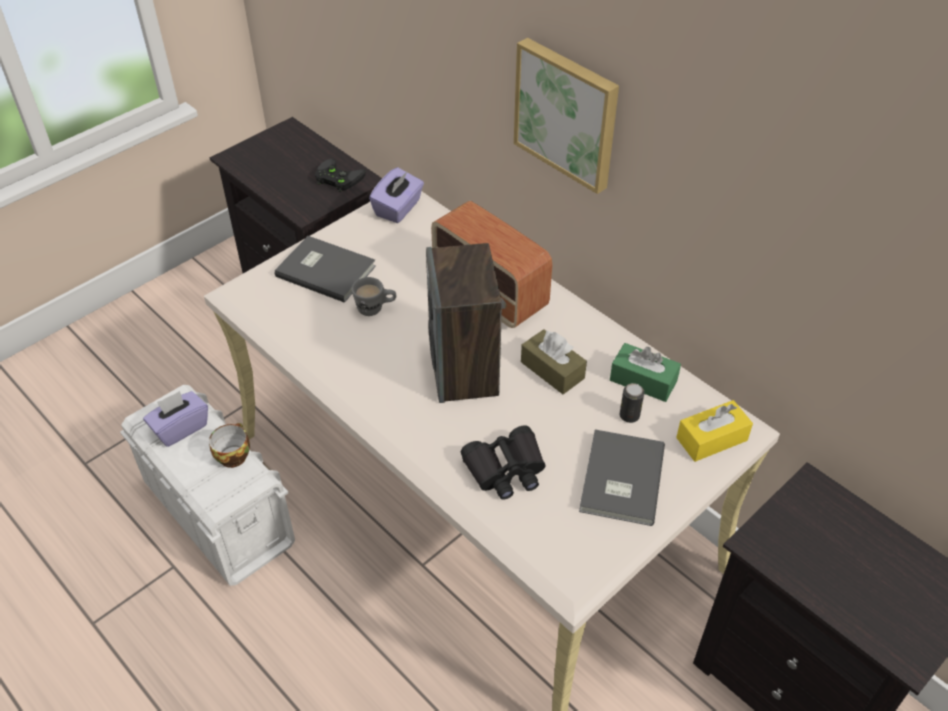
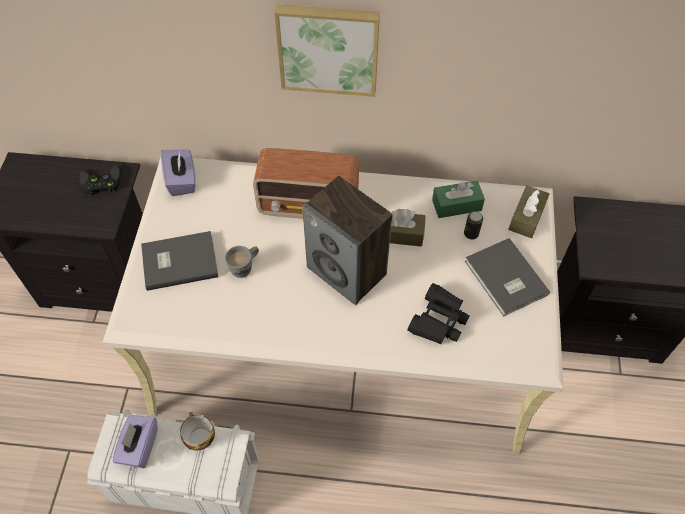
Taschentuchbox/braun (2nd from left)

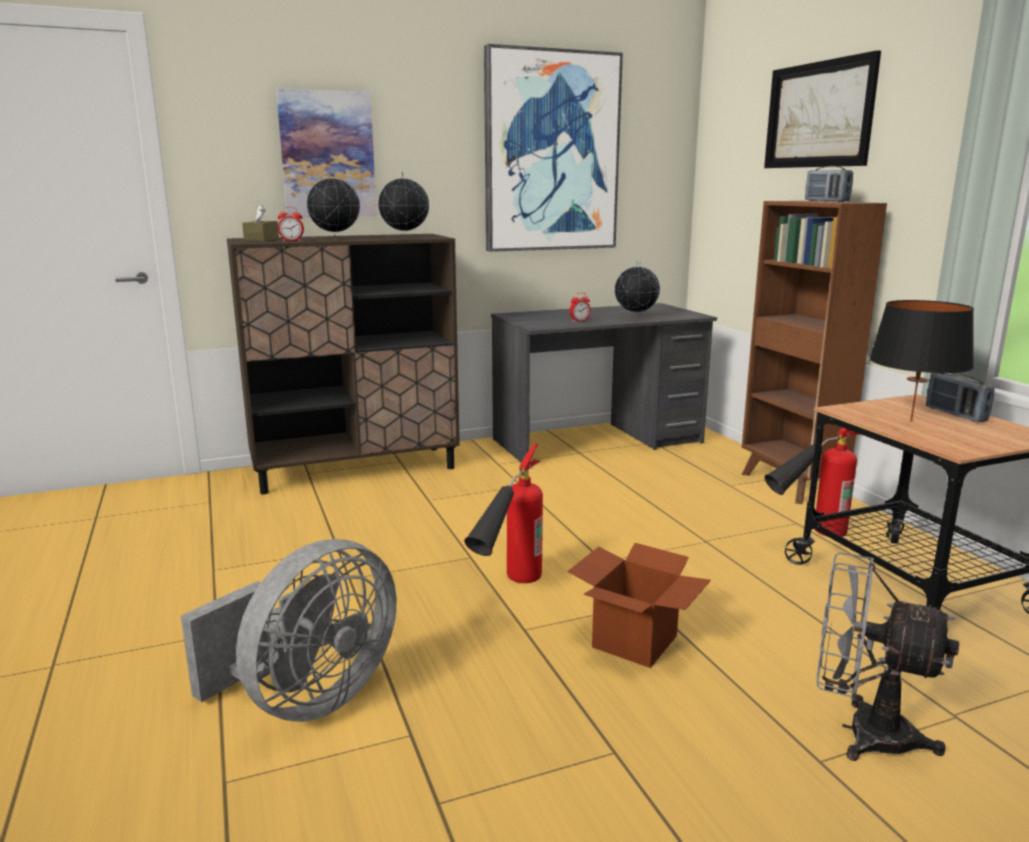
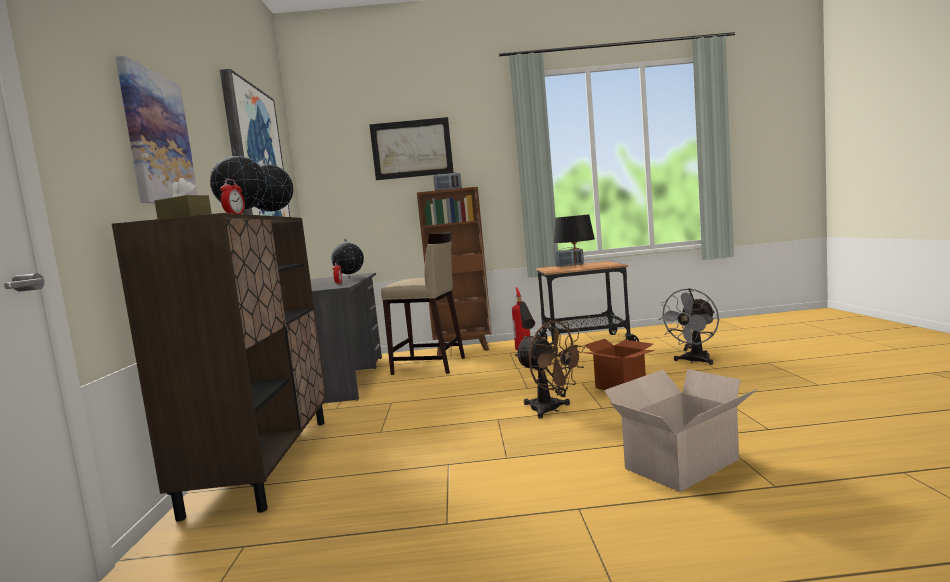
Hocker/beige
Ventilator/braun
Karton (2nd from left)

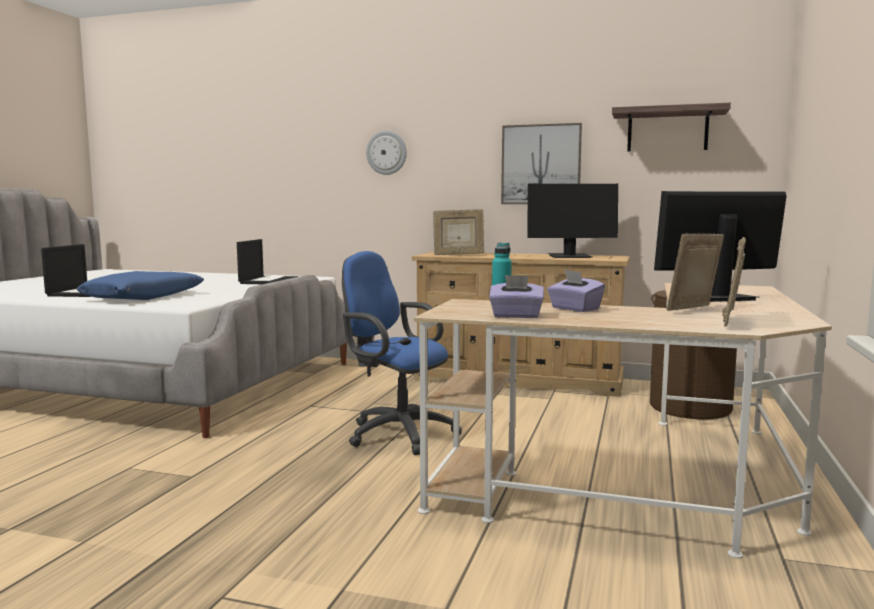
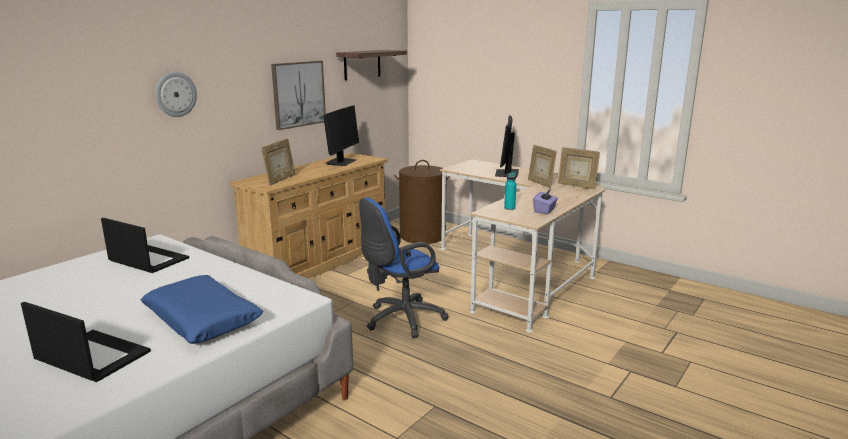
Taschentuchbox/lila (2nd from left in the first image)

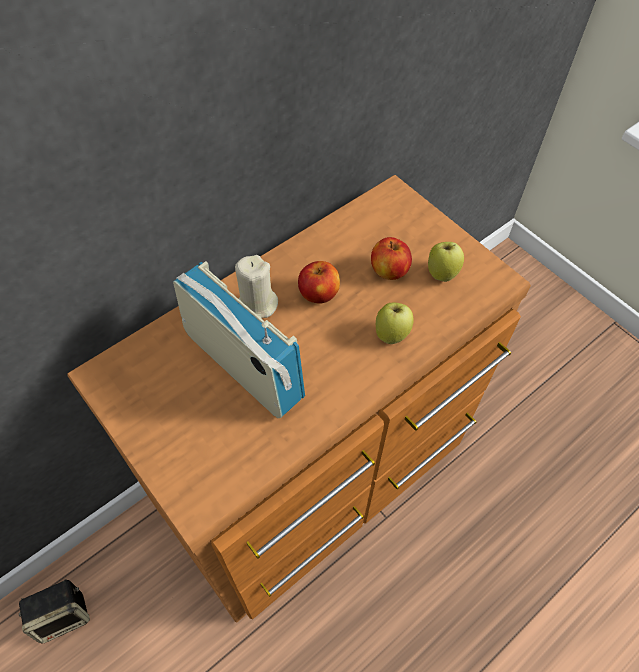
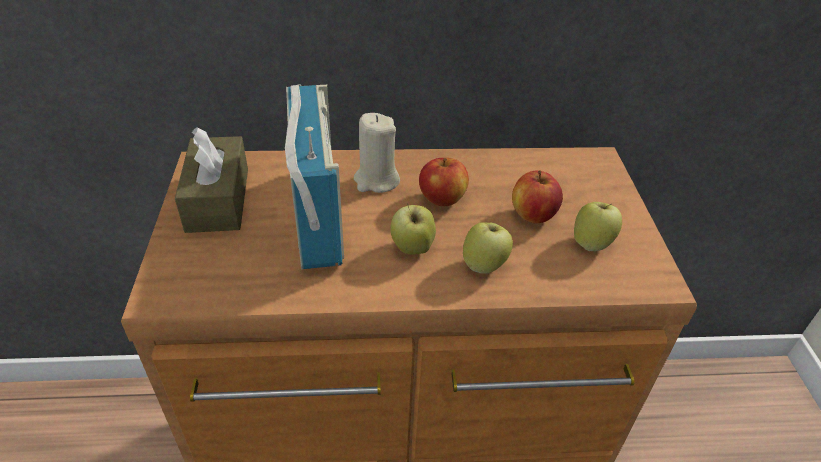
Taschentuchbox/braun
Apfel (1st from left)
Lautsprecher

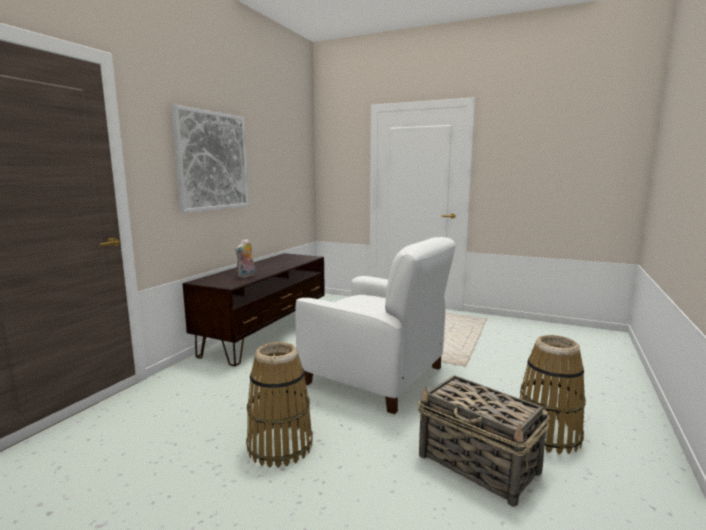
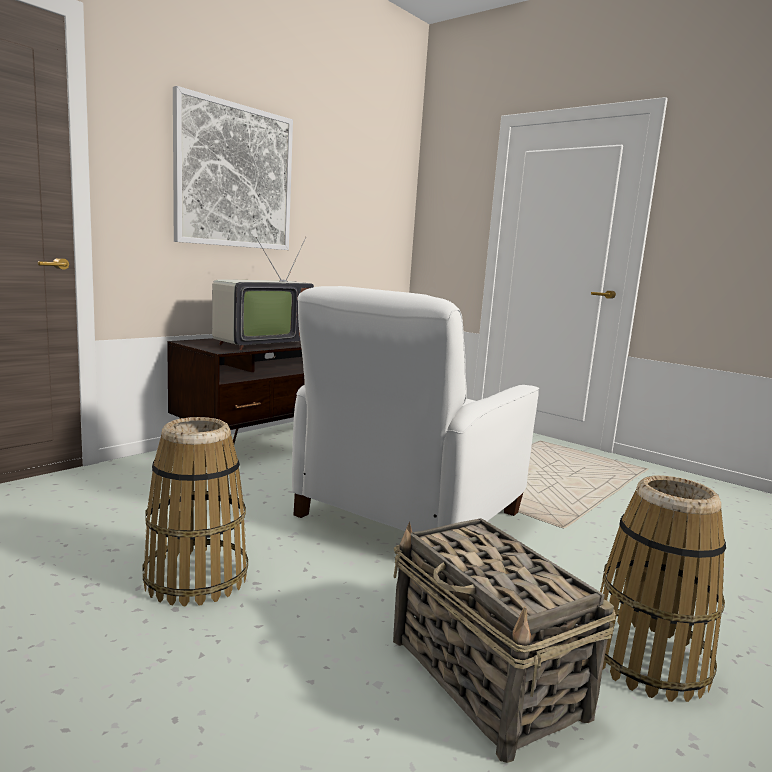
Fernseher
Sessel/weiß

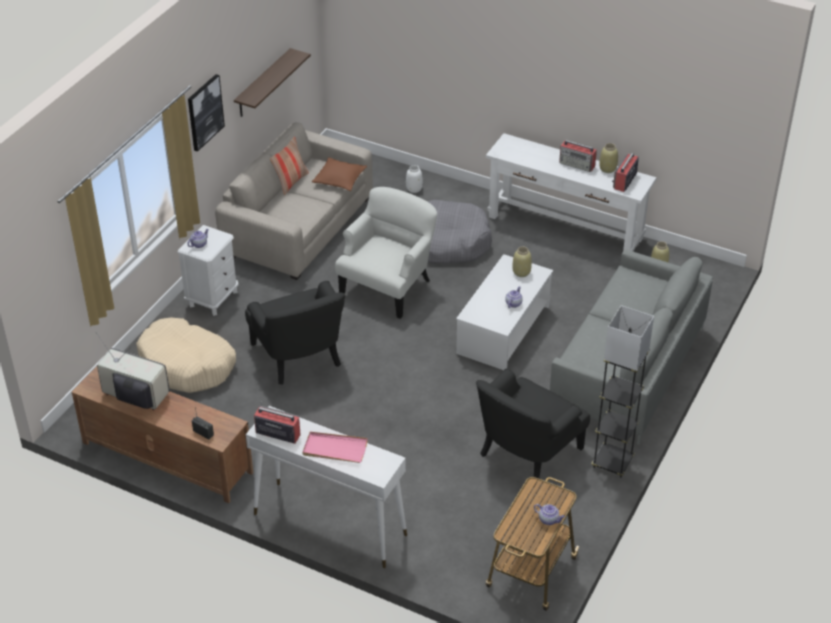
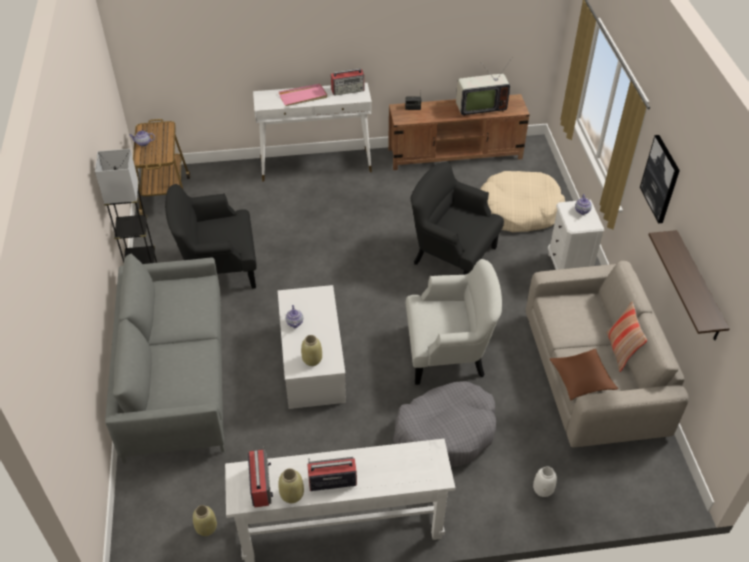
Sessel/schwarz (1st from left)
Sessel/weiß

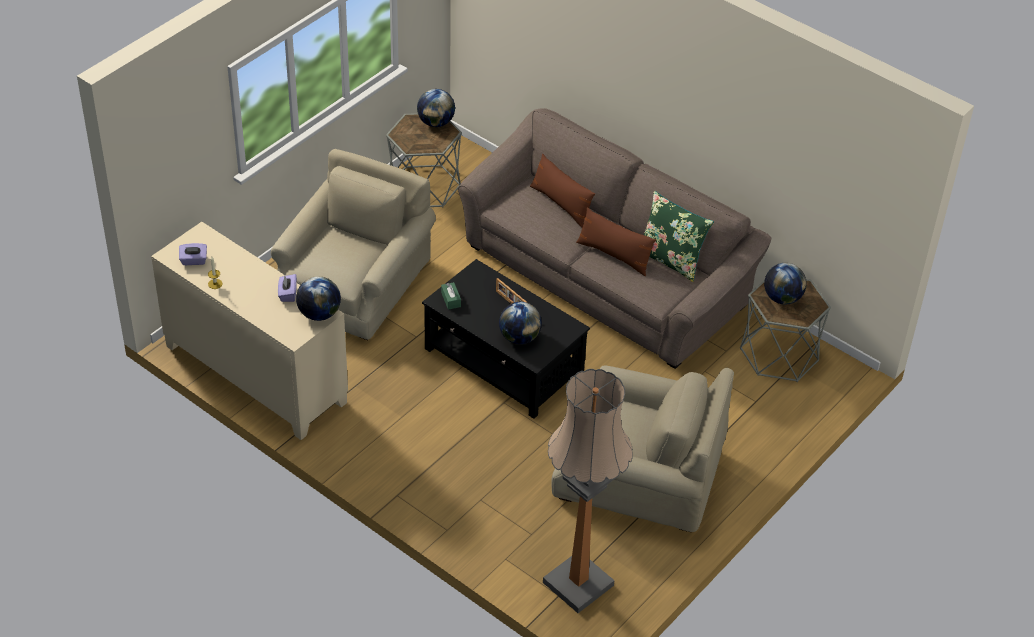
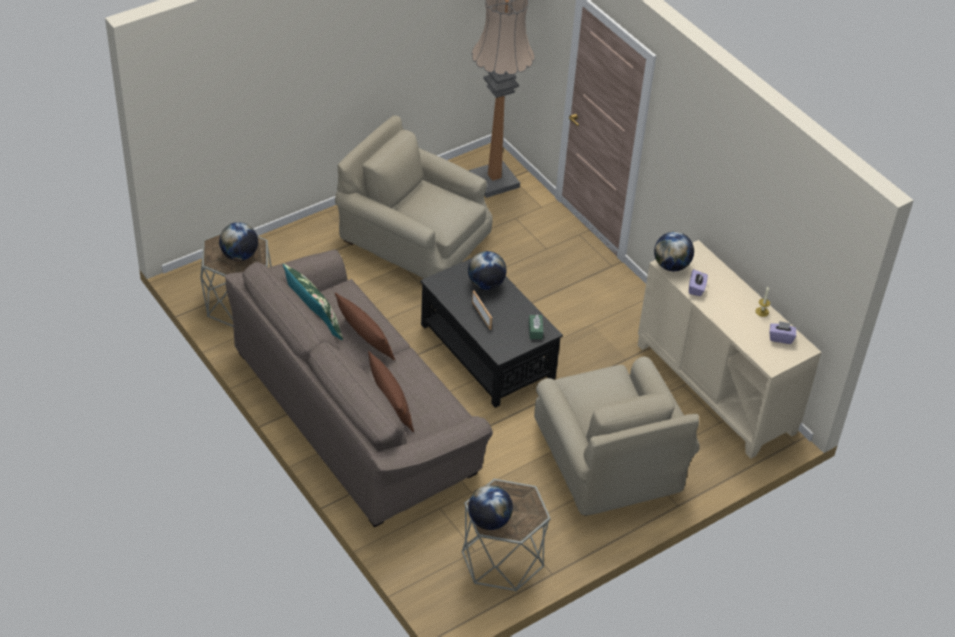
Sessel/beige (2nd from left)

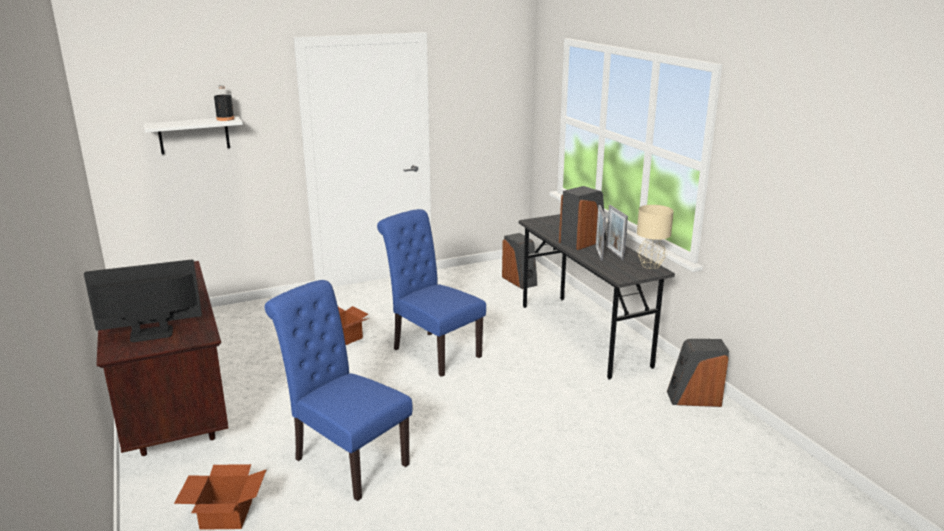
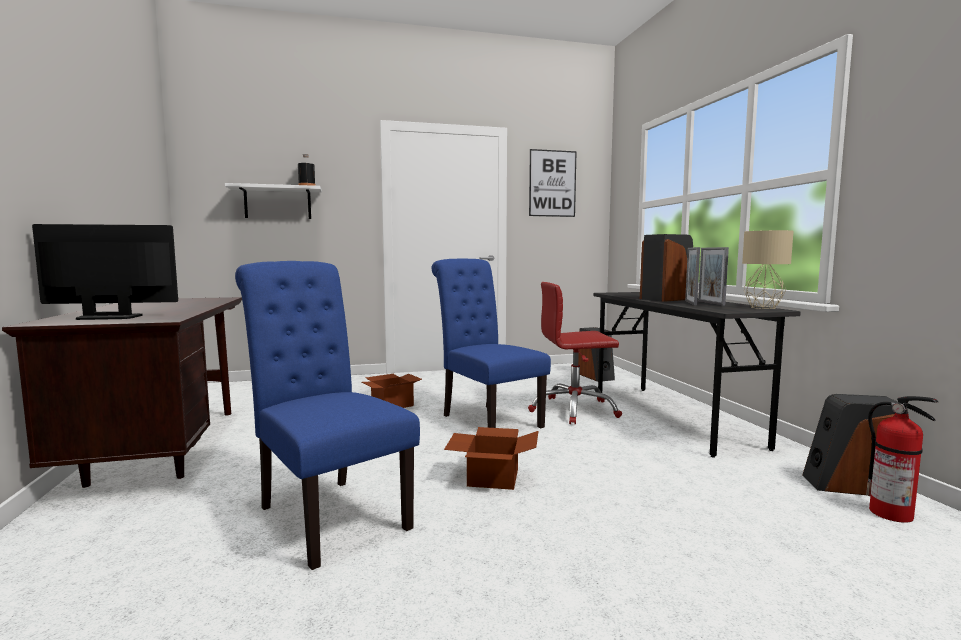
Karton (2nd from left)
Bürostuhl/rot
Bild
Feuerlöscher

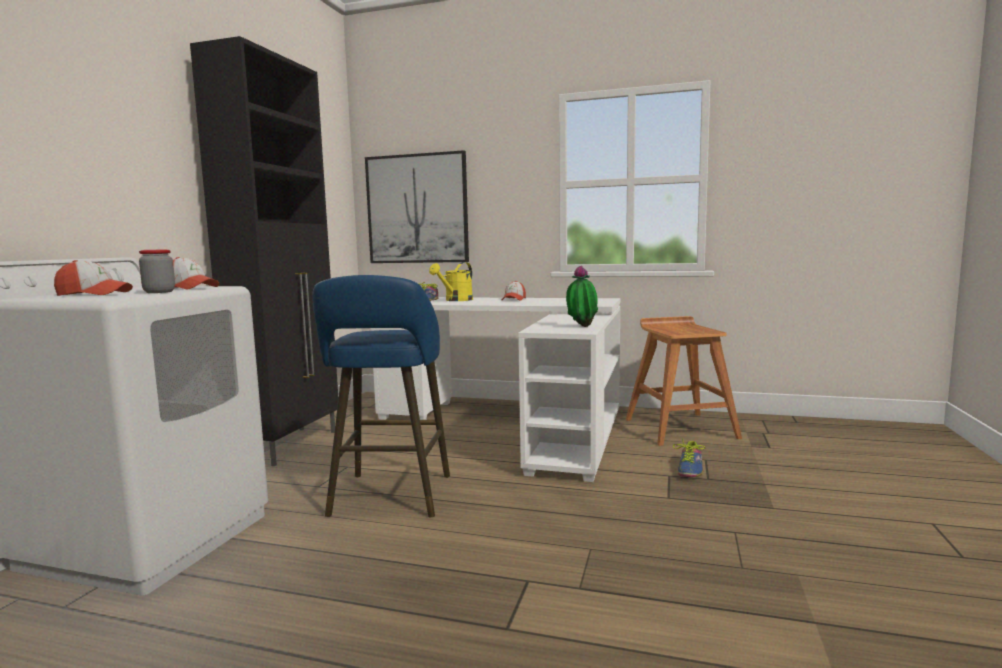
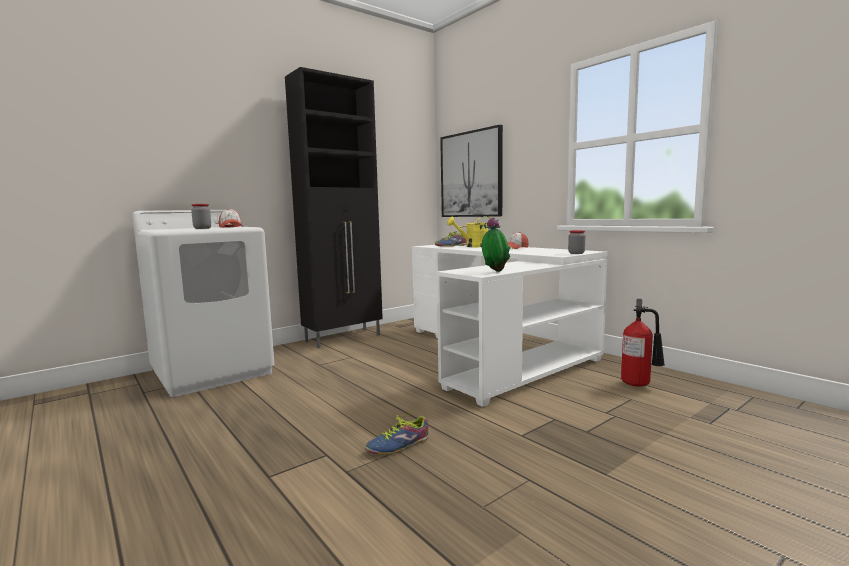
Schuh (1st from left)
Vorratsglas (2nd from left)
Feuerlöscher
Kappe (1st from left in the first image)
Hocker/blau

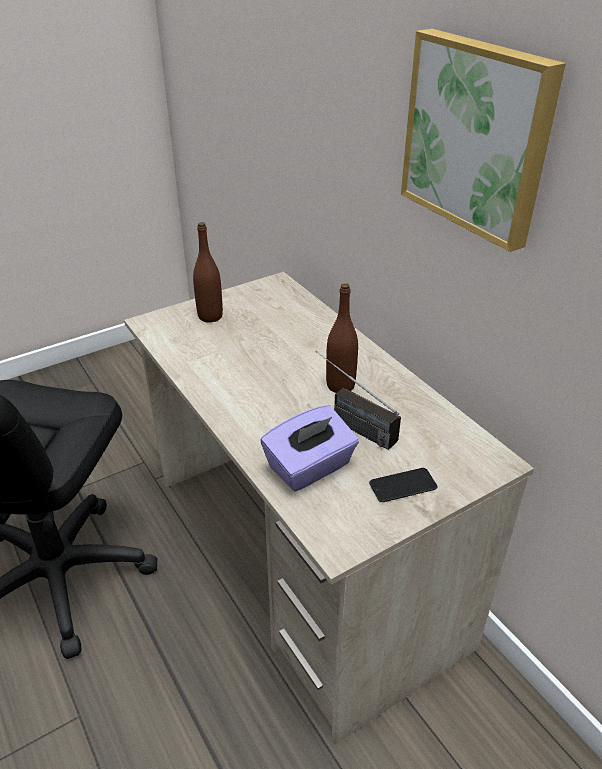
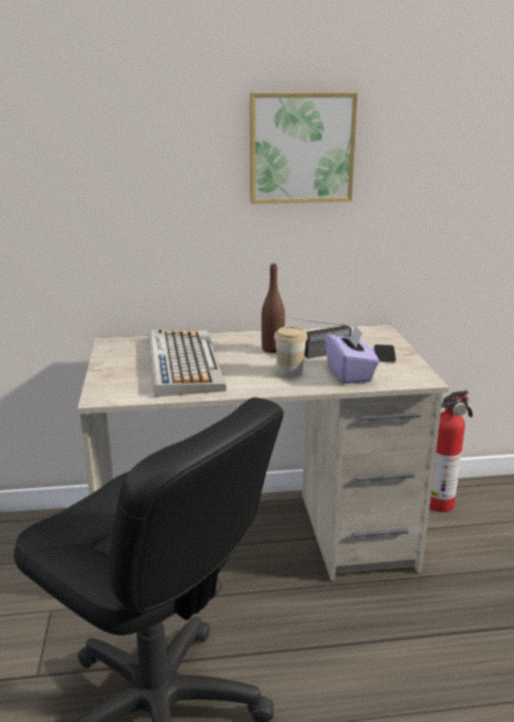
Tastatur
Tasse
Feuerlöscher
Flasche/braun (1st from left in the first image)

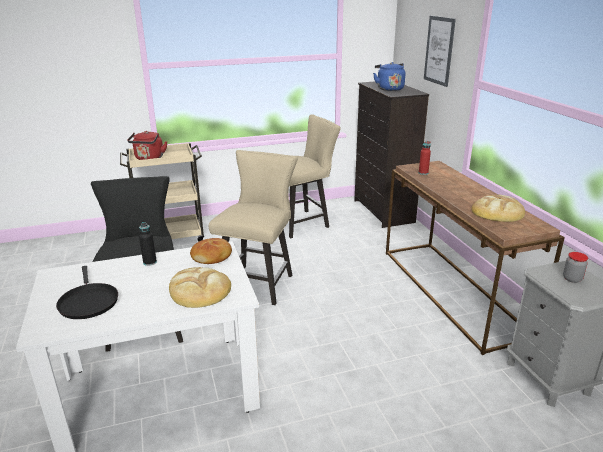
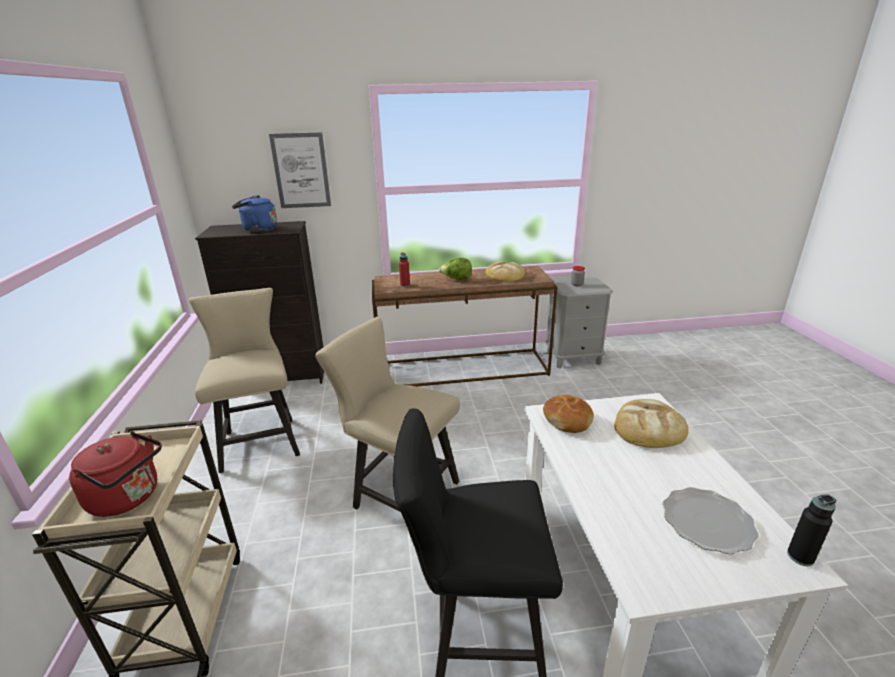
Salatkopf
Teller
Flasche/schwarz

